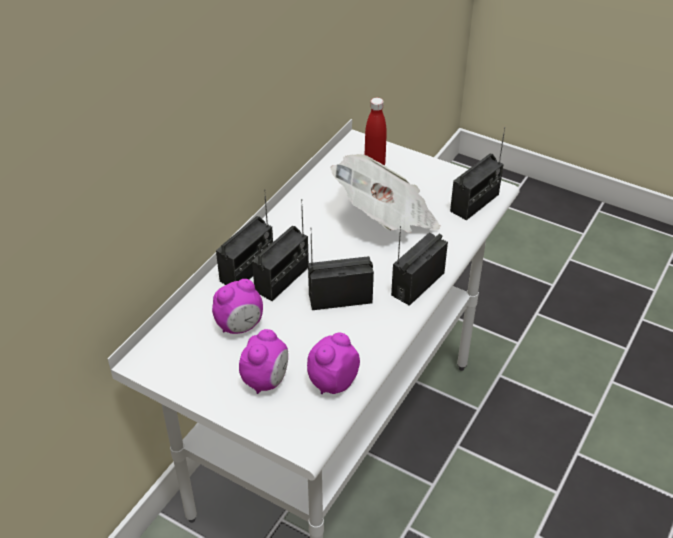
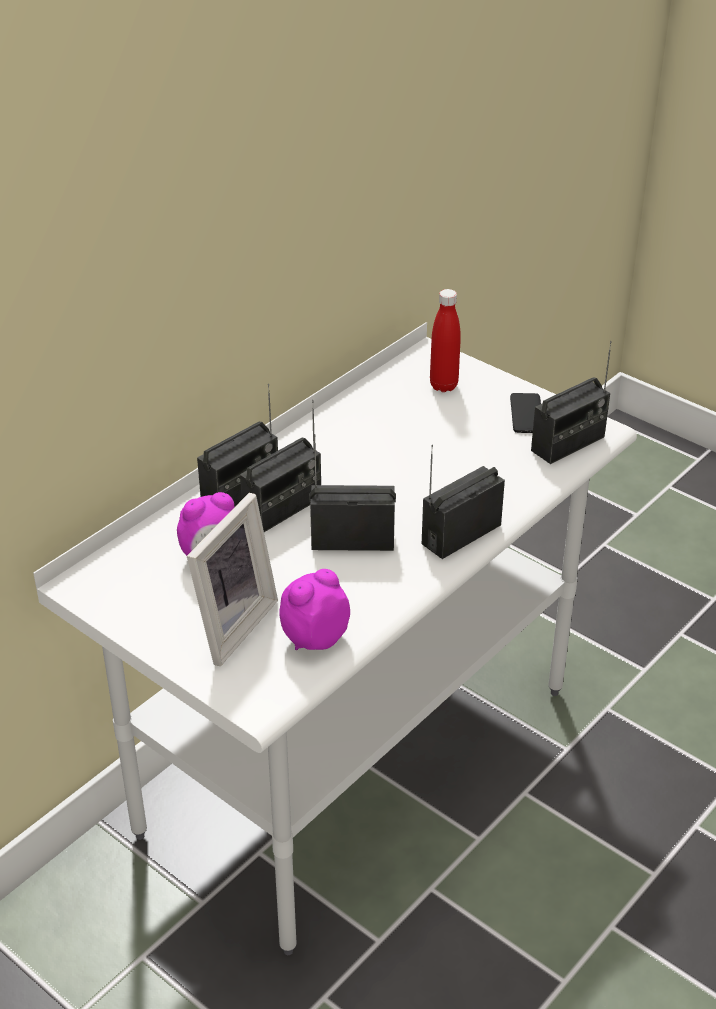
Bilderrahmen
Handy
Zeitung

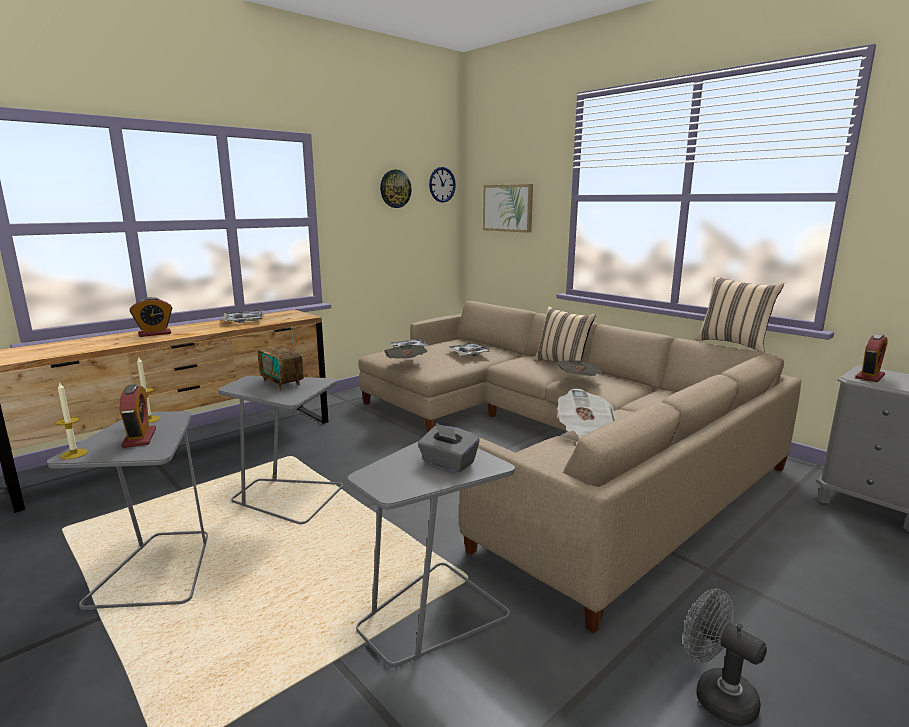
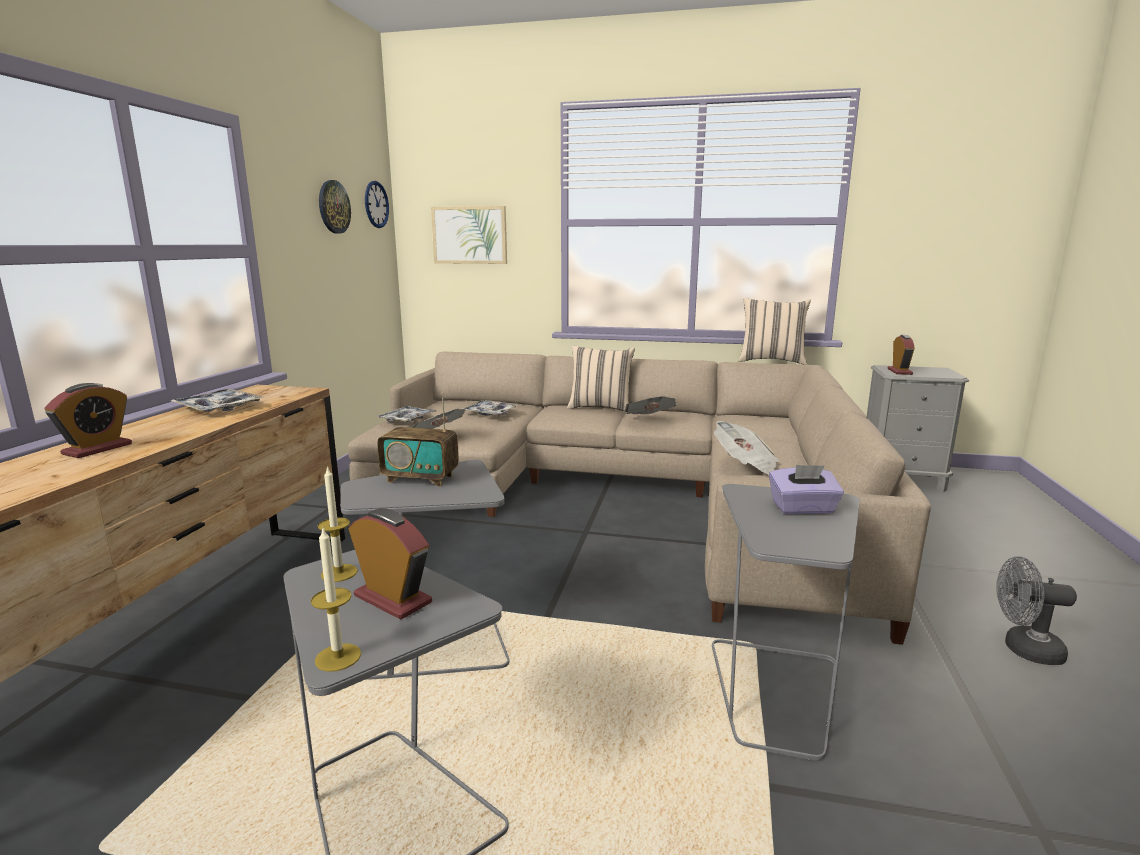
Taschentuchbox/lila

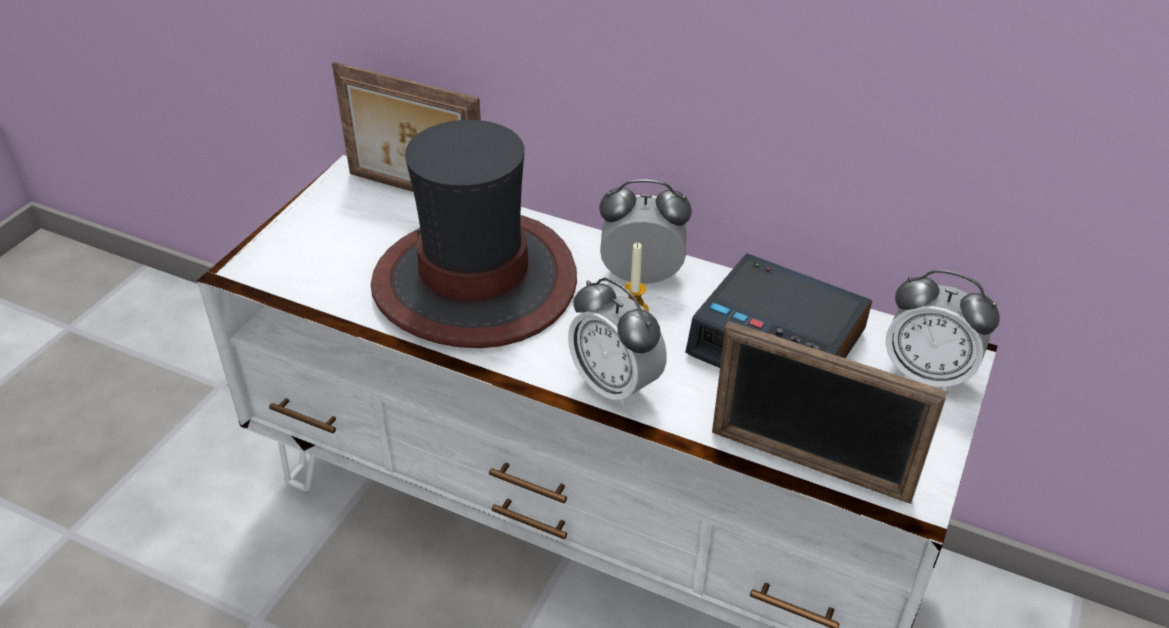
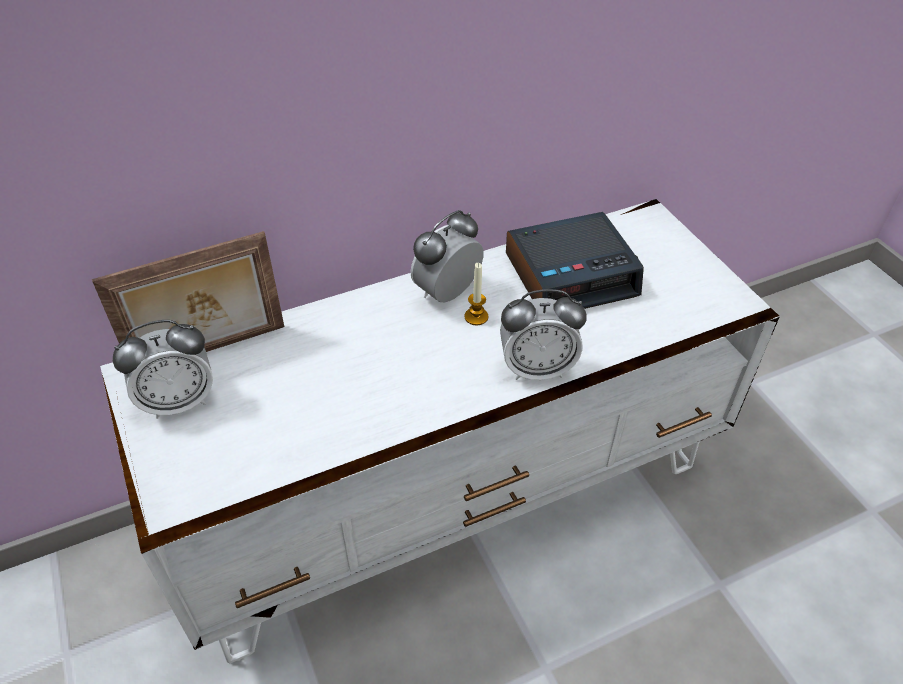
Wecker (1st from left)
Hut
Bilderrahmen (2nd from left in the first image)

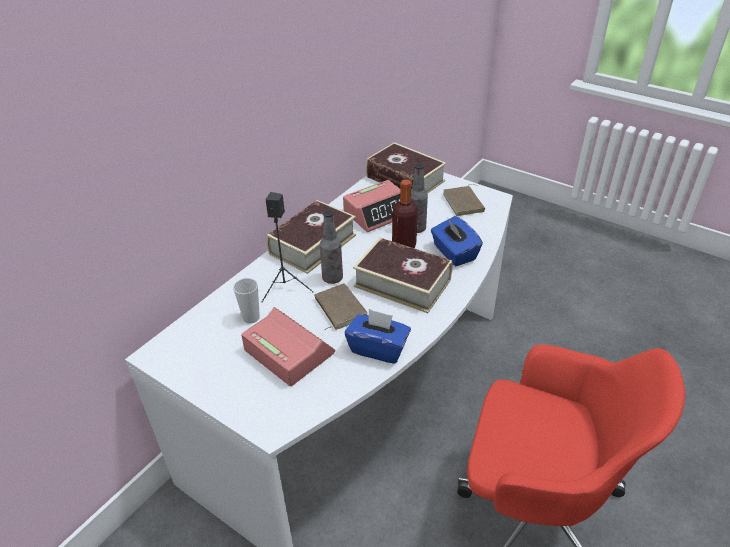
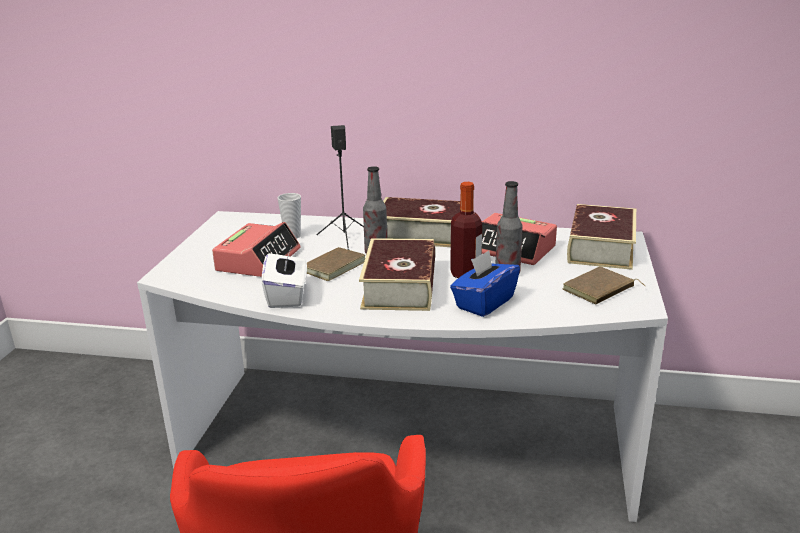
Taschentuchbox/weiß

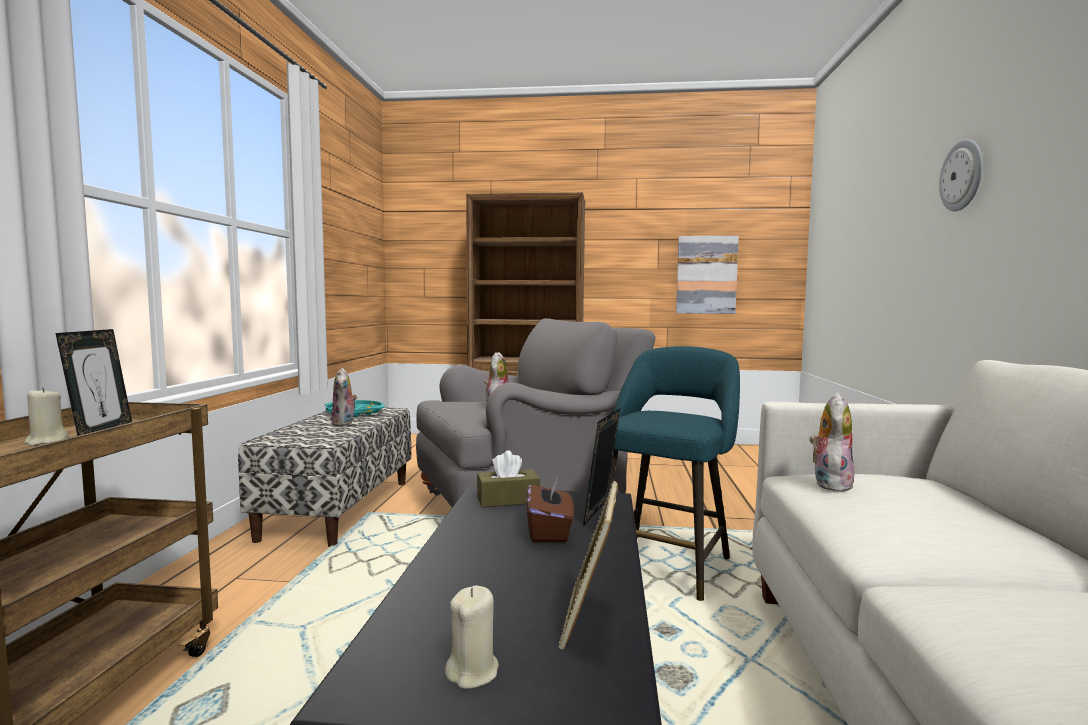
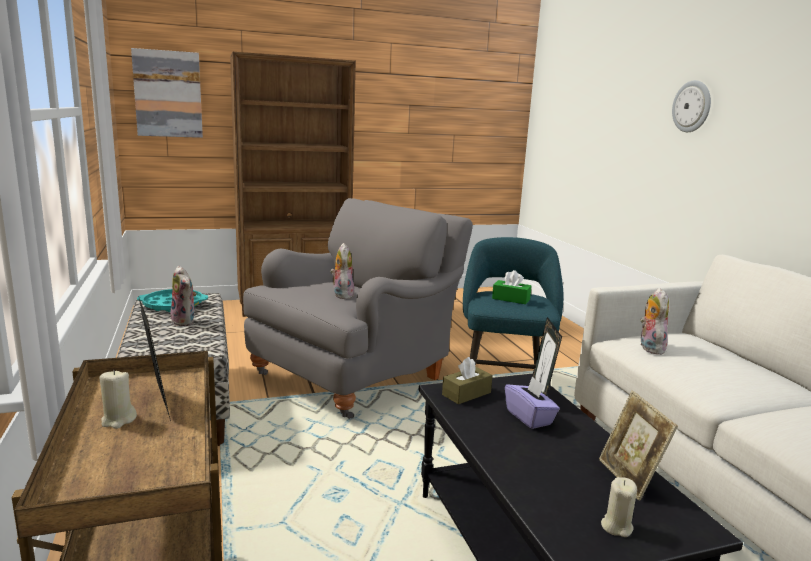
Bild
Taschentuchbox/grün
Taschentuchbox/lila

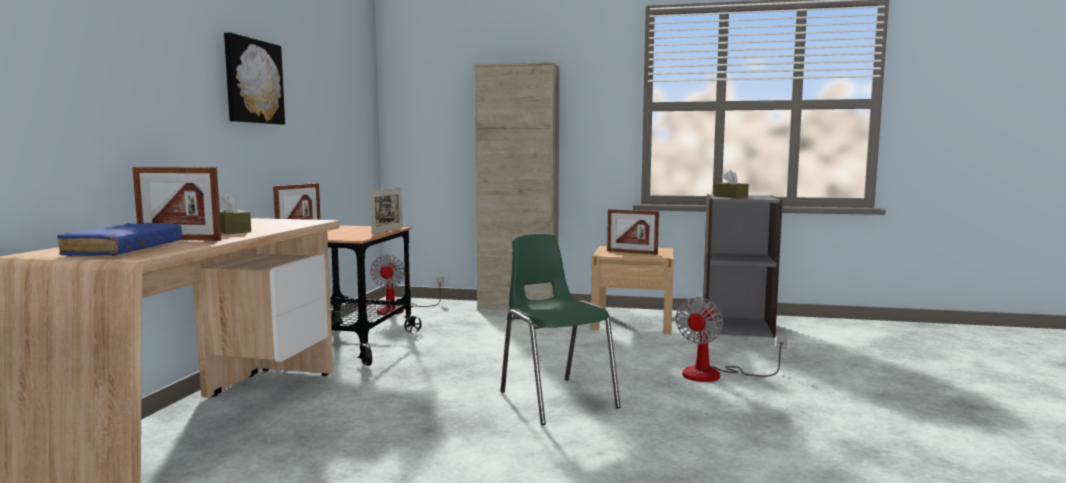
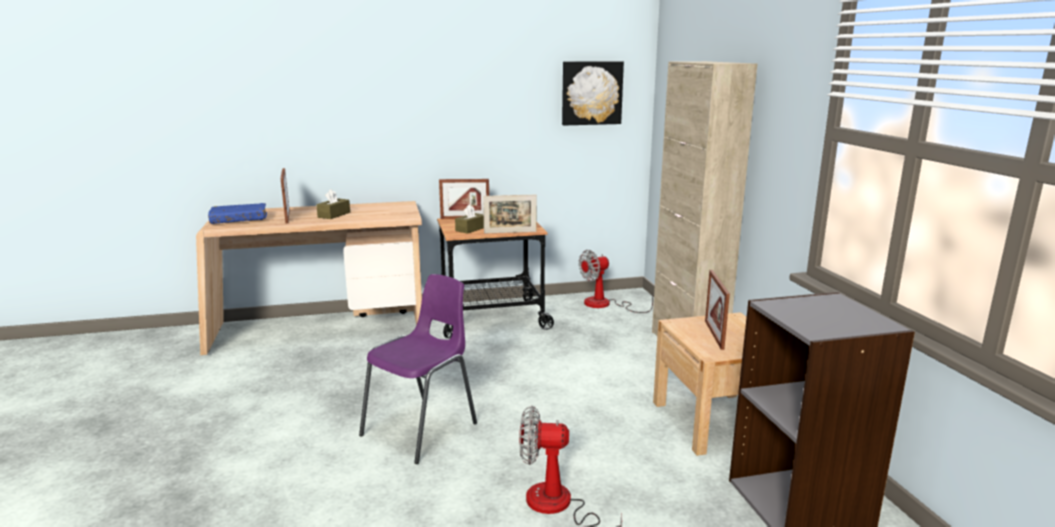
Stuhl/lila
Taschentuchbox/braun (2nd from left)
Bild

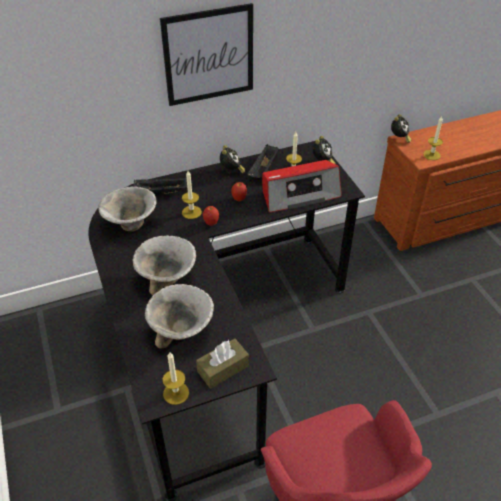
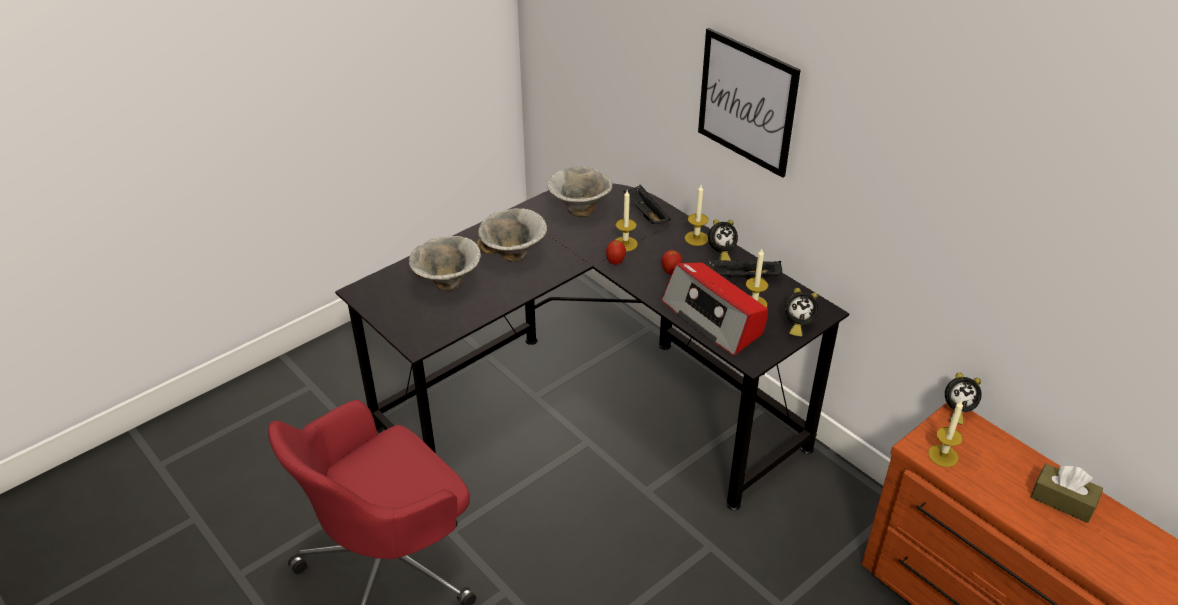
Kerze (2nd from left)
Taschentuchbox/braun

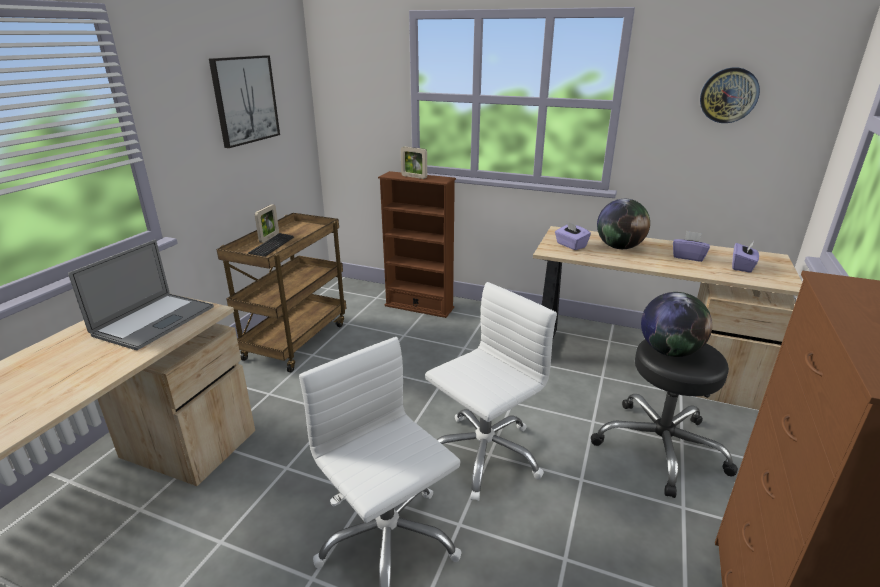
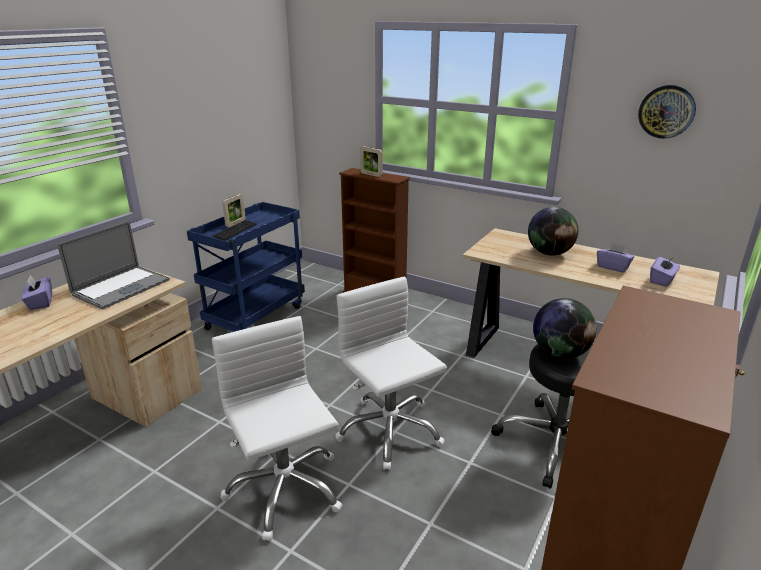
Taschentuchbox/lila (1st from left)
Rollwagen/blau
Bürostuhl/weiß (2nd from left)
Bild

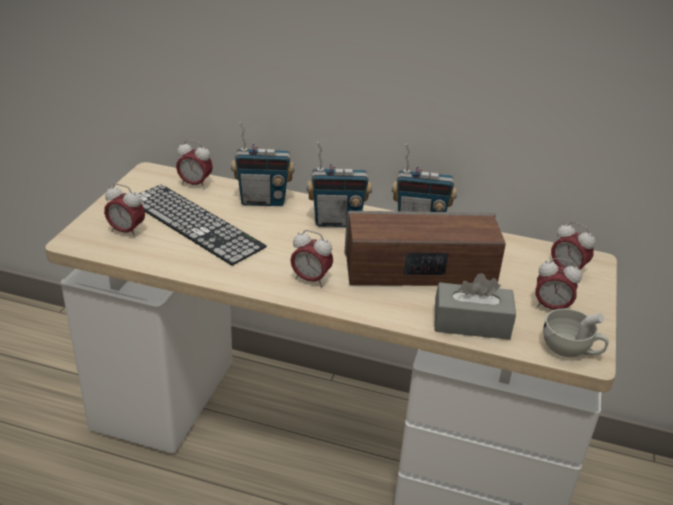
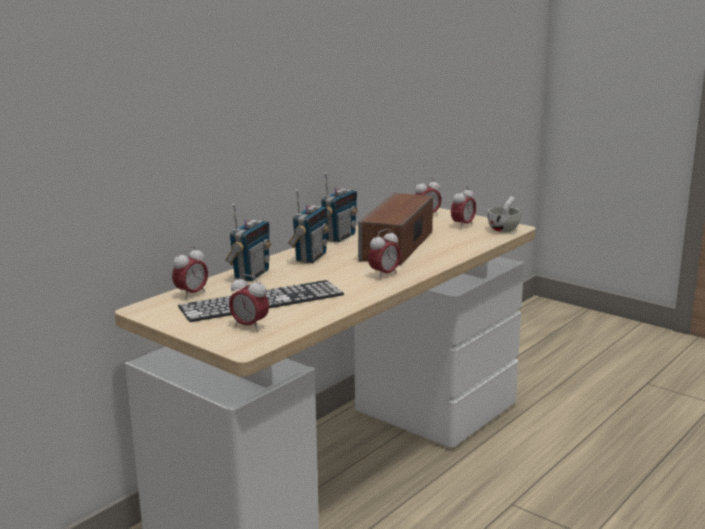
Wecker (2nd from left)
Taschentuchbox/grau

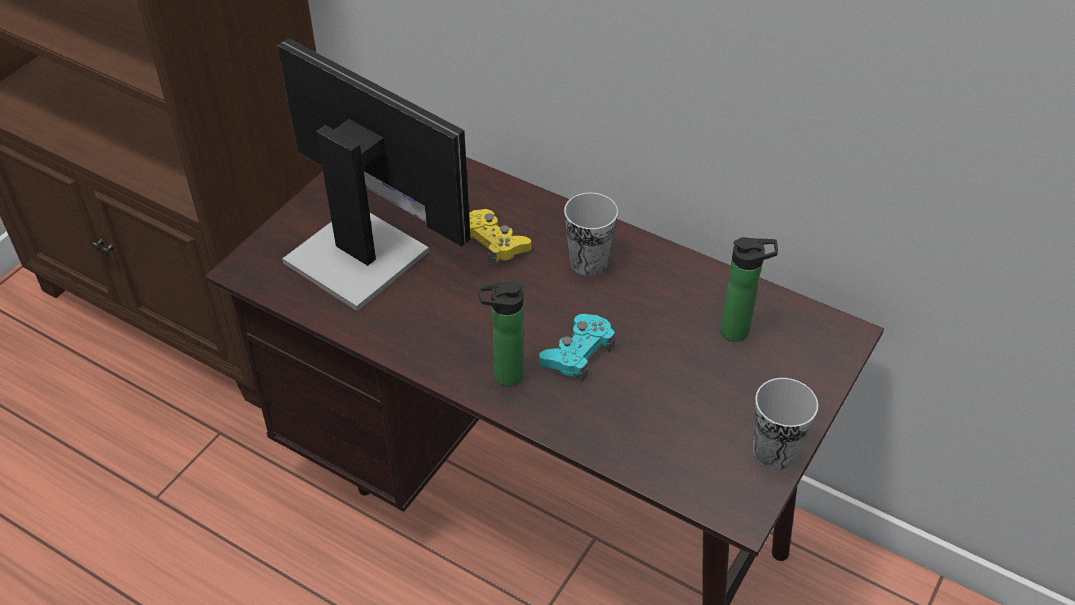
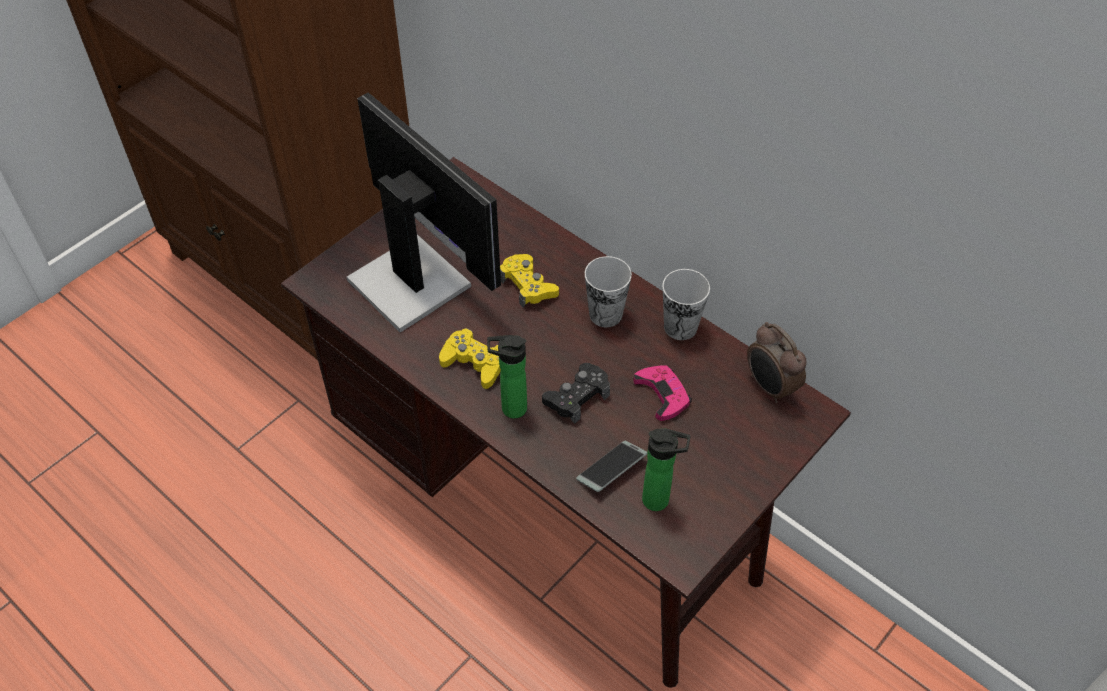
Gamepad/gelb (1st from left)
Gamepad/schwarz
Handy
Gamepad/rosa
Flasche (2nd from left)
Tasse (2nd from left)
Wecker

